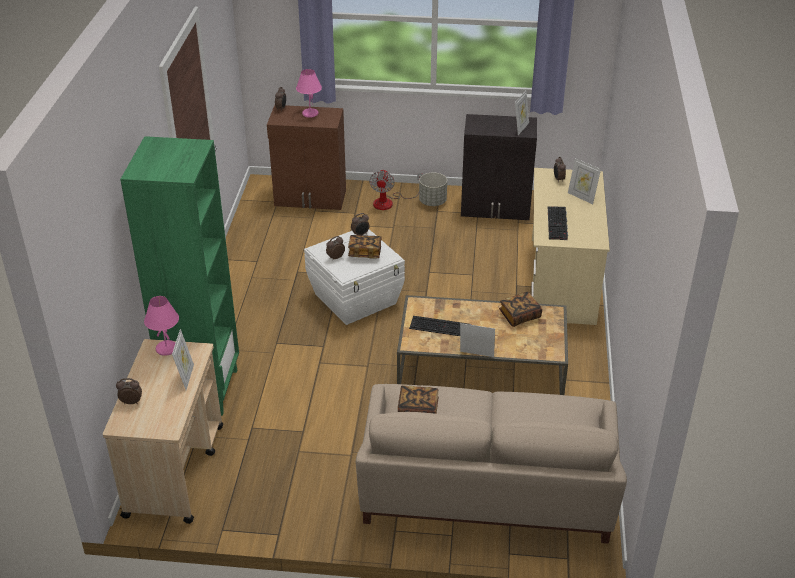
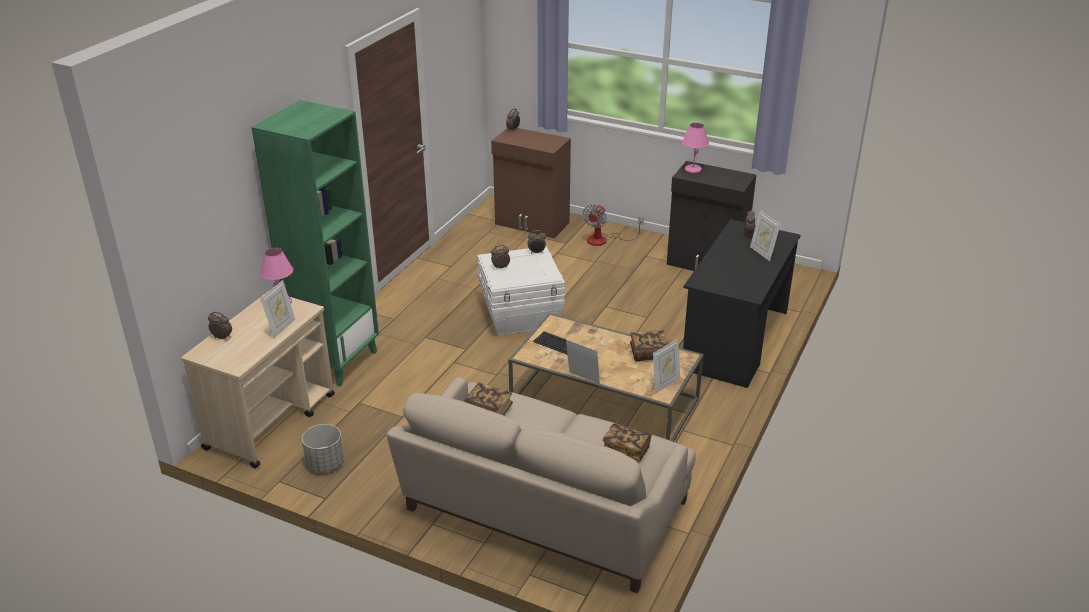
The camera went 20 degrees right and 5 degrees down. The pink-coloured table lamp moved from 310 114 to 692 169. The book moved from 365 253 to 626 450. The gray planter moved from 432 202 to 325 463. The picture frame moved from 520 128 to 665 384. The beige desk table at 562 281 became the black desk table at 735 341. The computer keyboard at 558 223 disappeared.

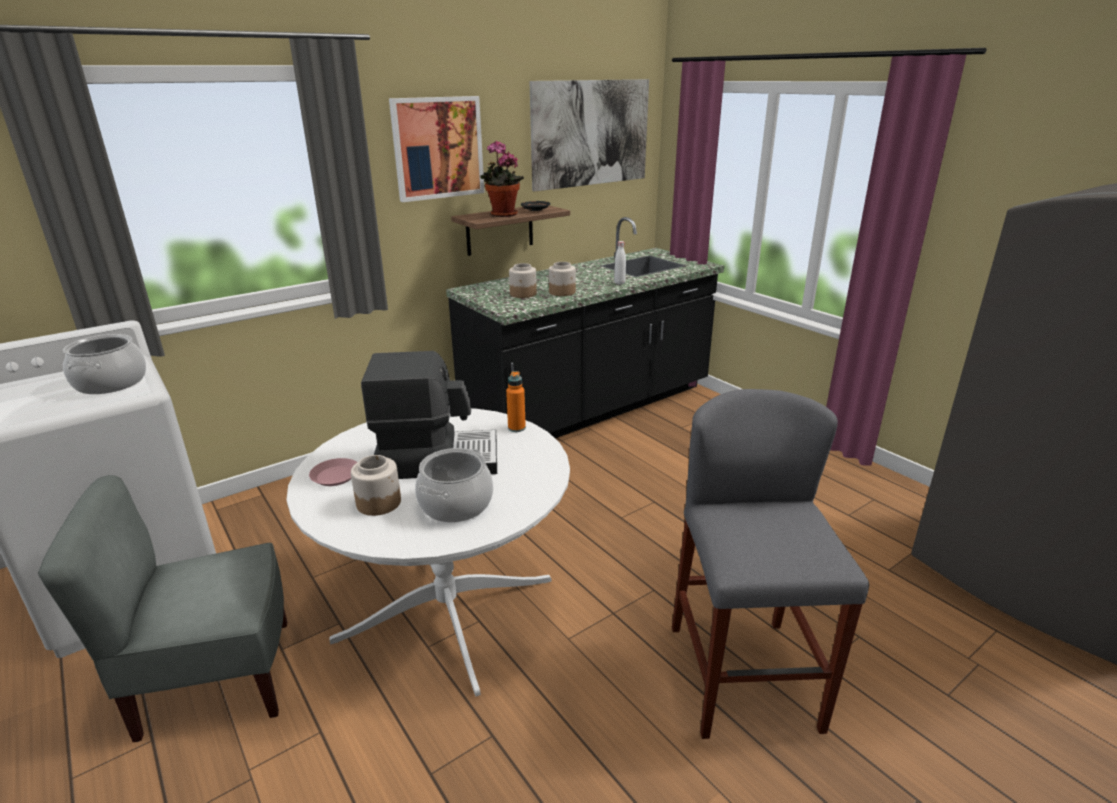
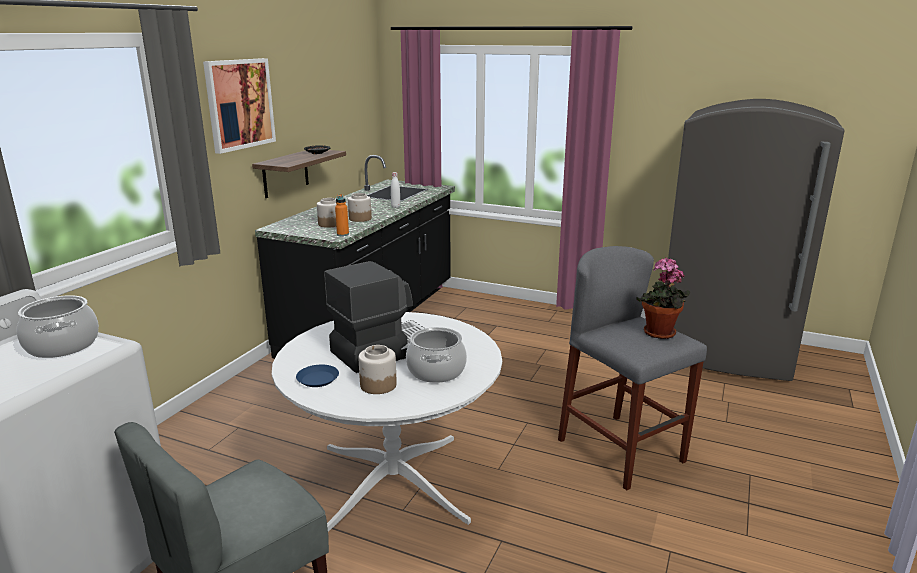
The camera went 30 degrees left and 5 degrees down. The pink-coloured dinner plate at 335 476 became the bluish dinner plate at 318 379. The potted plant moved from 502 215 to 659 334. The orange-coloured bottle moved from 516 428 to 343 234. The wall art at 591 133 disappeared.

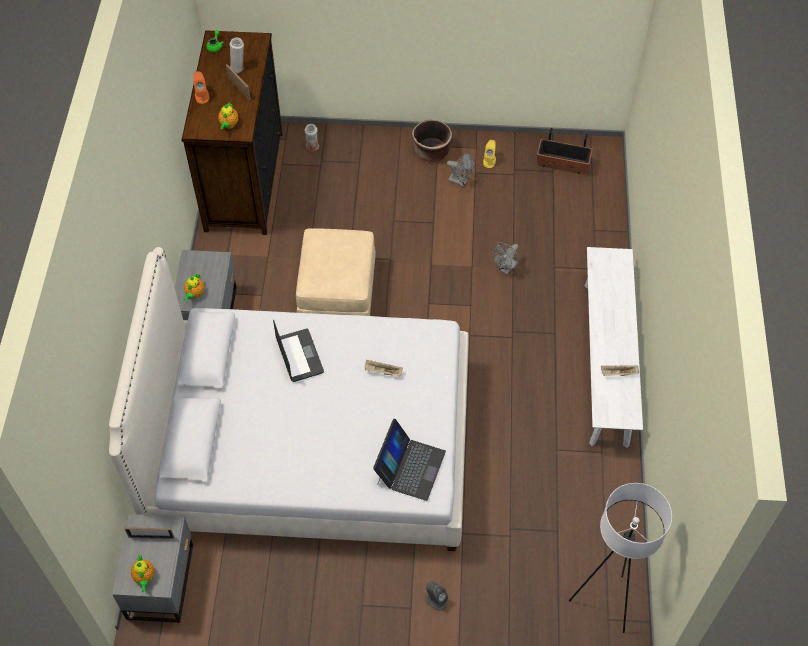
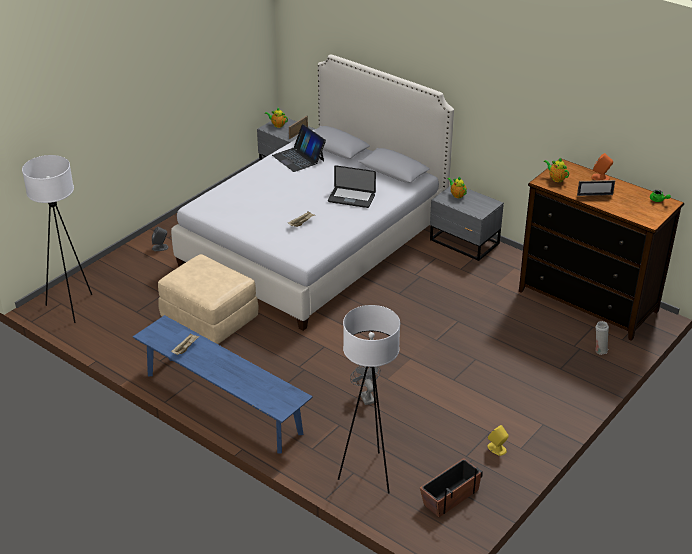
The camera went 125 degrees right and 20 degrees down. The white-coloured flower vase at 238 68 disappeared. The beige pouffe moved from 337 292 to 210 318. The portable computer moved from 410 467 to 298 158. The brown-coloured planter at 431 152 disappeared. The gray cooling fan at 460 181 disappeared. The white-coloured indoor bench at 606 362 became the bluish indoor bench at 222 403. The white-coloured standard lamp at 369 474 appeared.

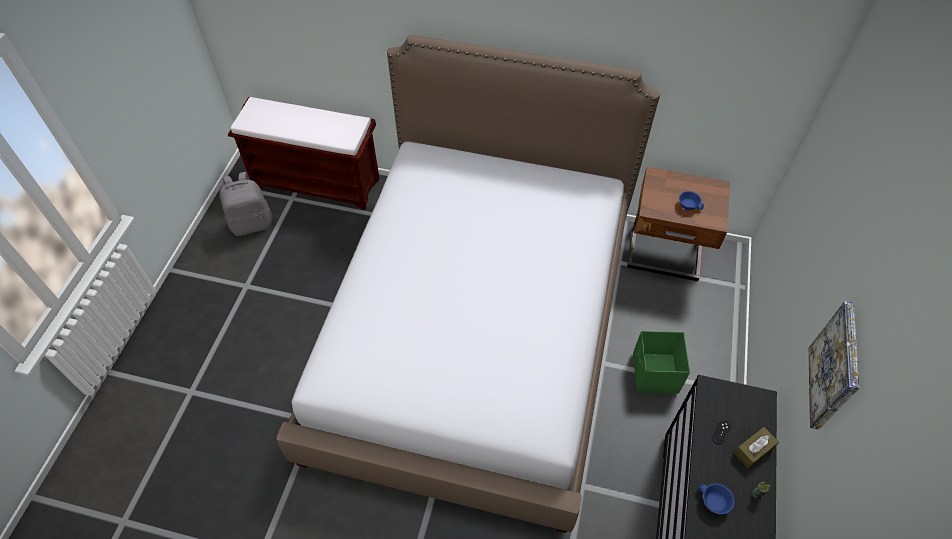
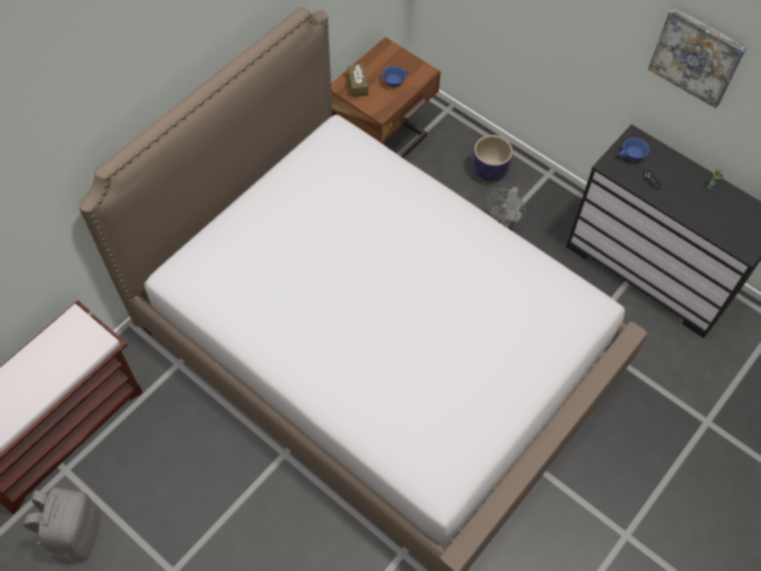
The camera went 65 degrees left and 5 degrees up. The green-coloured storage box at 654 374 was replaced by the gray cooling fan at 503 222. The bluish drinking cup moved from 713 502 to 633 155. The brown-coloured tissue holder moved from 753 450 to 358 85. The planter at 489 171 appeared.

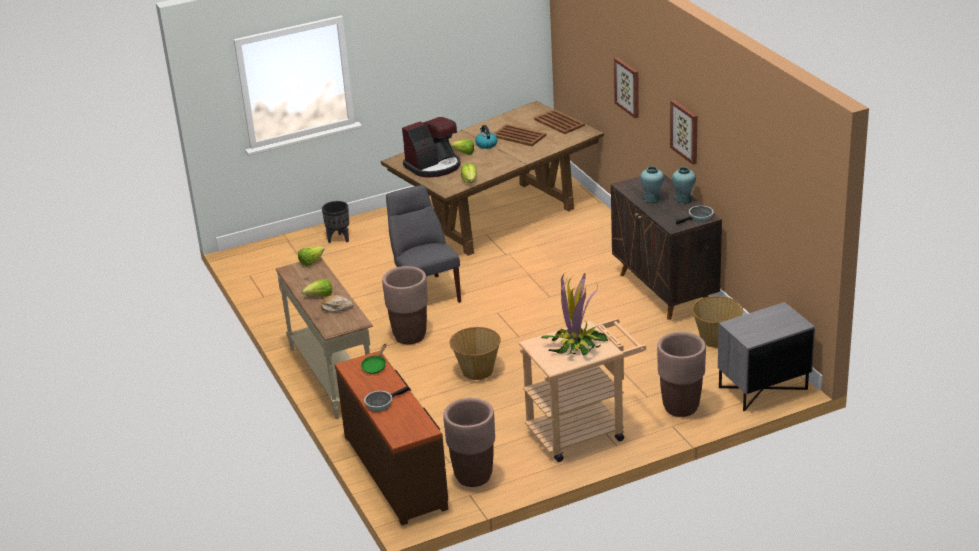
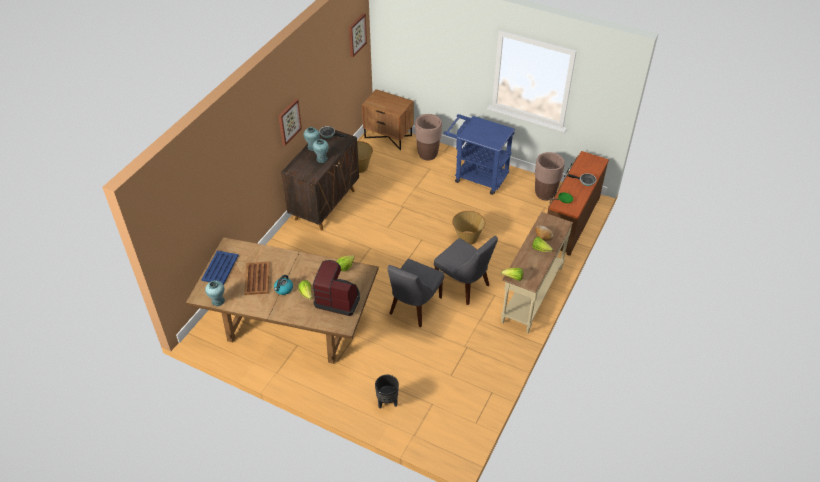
The camera went 130 degrees left and 15 degrees up. The brown-coloured planter at 409 336 was replaced by the gray chair at 463 285. The beige trolley at 583 431 became the bluish trolley at 476 176. The brown-coloured serving tray at 559 123 became the bluish serving tray at 220 267. The potted plant at 576 345 disappeared. The wall art moved from 628 87 to 356 34. The gray bedside table at 763 389 became the brown-coloured bedside table at 388 136. The turquoise-coloured flower vase at 218 301 appeared.

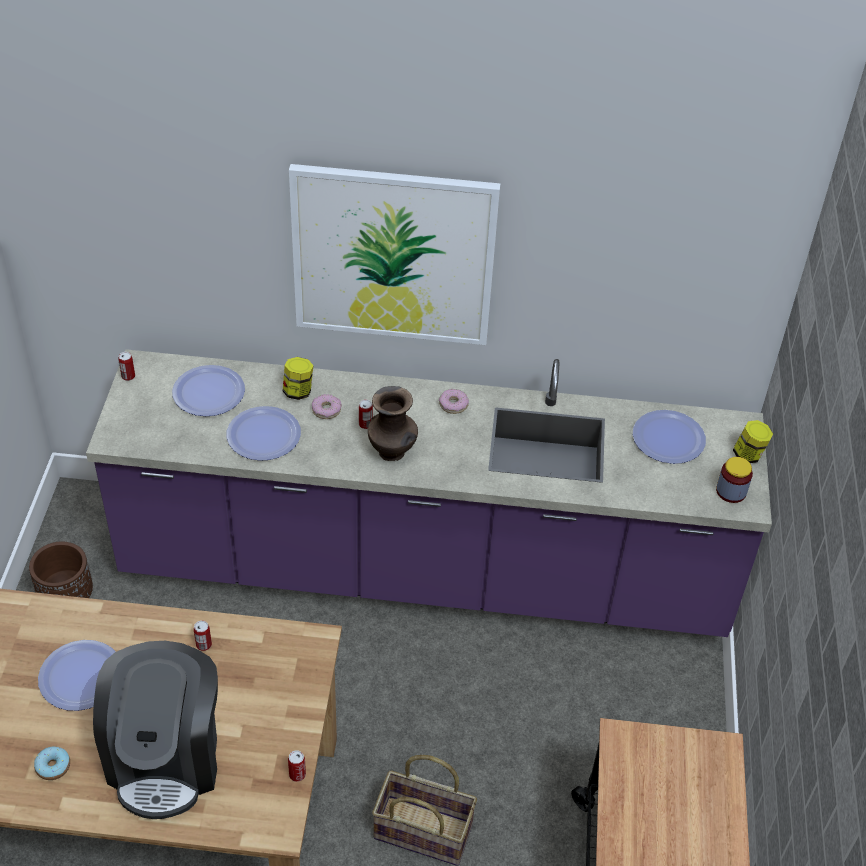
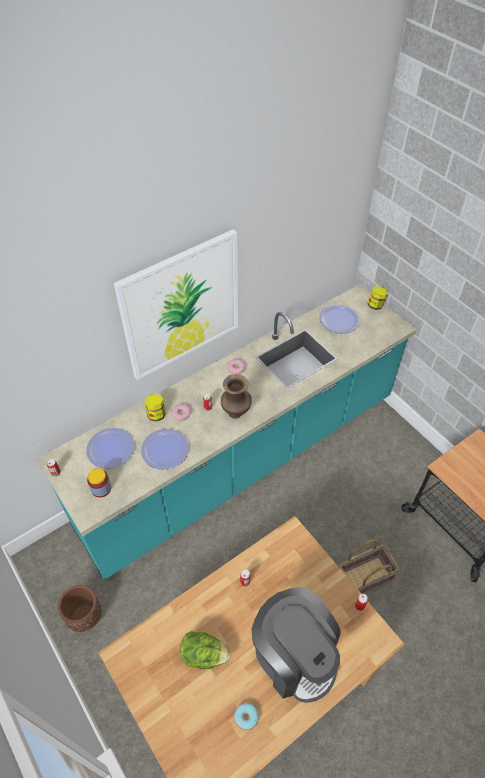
The camera went 40 degrees left and 5 degrees up. The dinner plate at 81 676 was replaced by the lettuce head at 204 655. The purple kitchen counter at 425 573 became the turquoise-coloured kitchen counter at 242 461. The storage jar moved from 731 491 to 101 488.

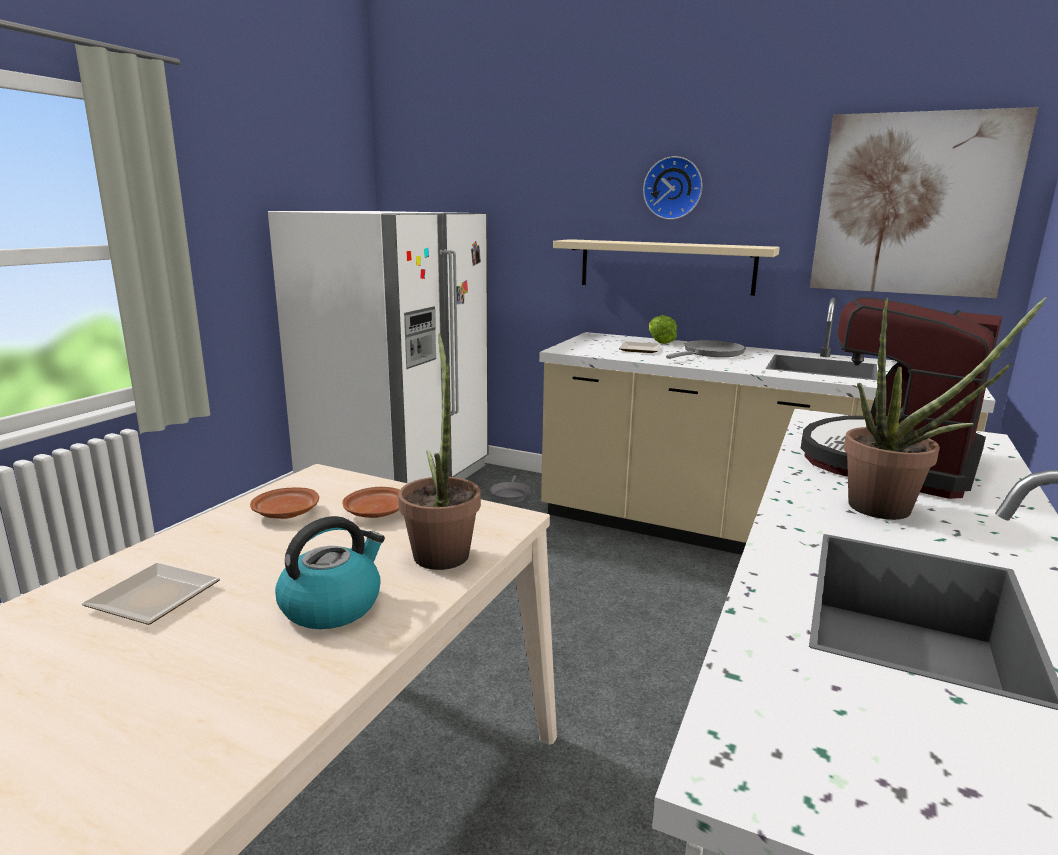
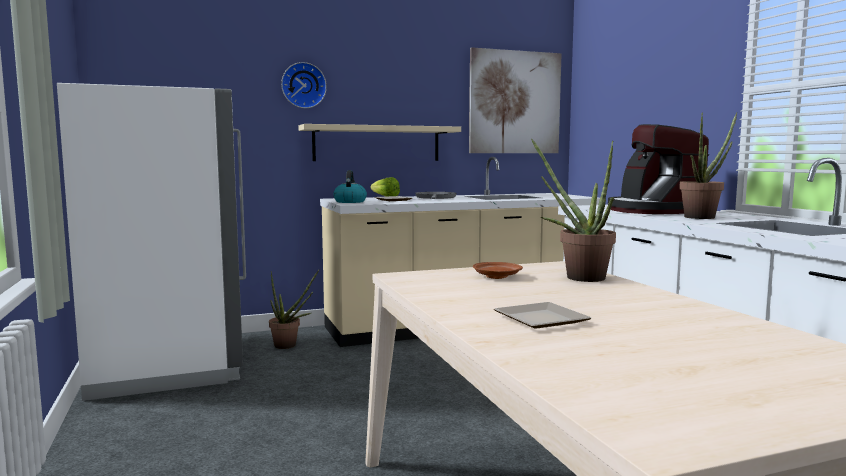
The camera went 45 degrees left and 10 degrees down. The brown-coloured dinner plate at 286 513 disappeared. The kettle moved from 332 605 to 350 202. The gray frying pan at 510 495 was replaced by the potted plant at 290 346. The clock on the wall moved from 673 188 to 303 85.

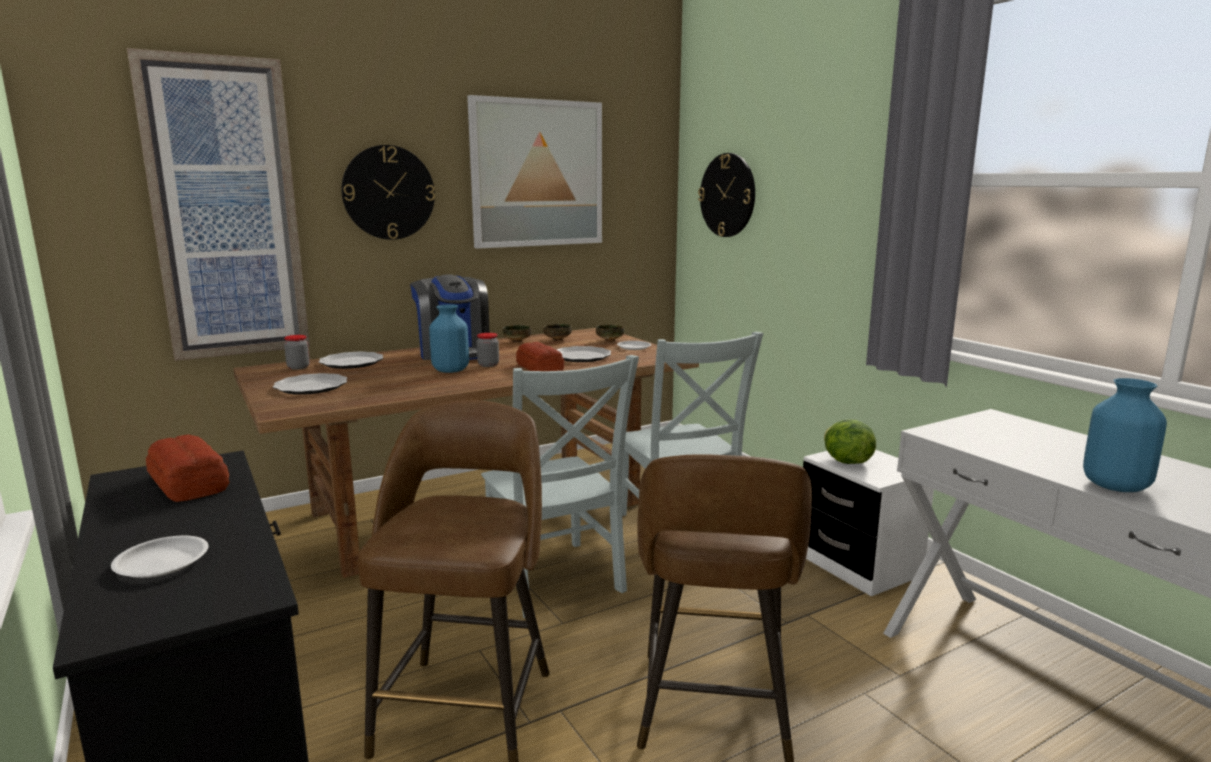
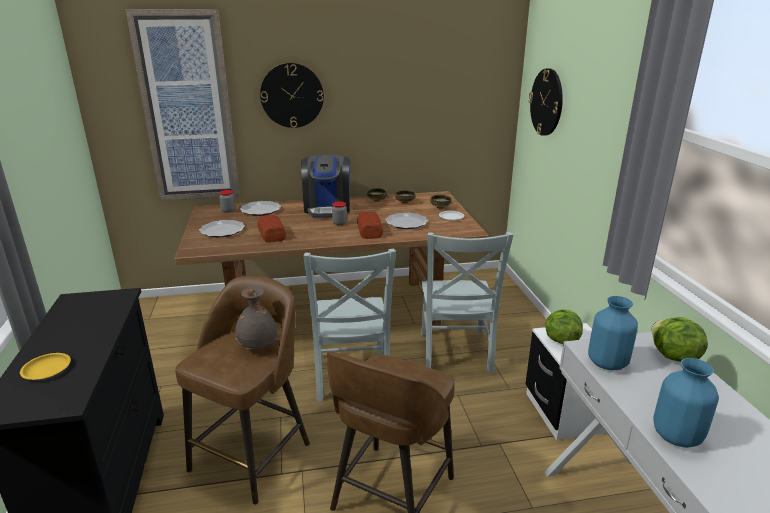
The camera went 20 degrees right and 10 degrees up. The white-coloured dinner plate at 162 562 became the yellow-coloured dinner plate at 46 369. The bread moved from 188 483 to 271 234. The bluish flower vase moved from 450 370 to 606 363. The wall art at 537 174 disappeared. The gray flower vase at 258 347 appeared. The lettuce head at 673 356 appeared.

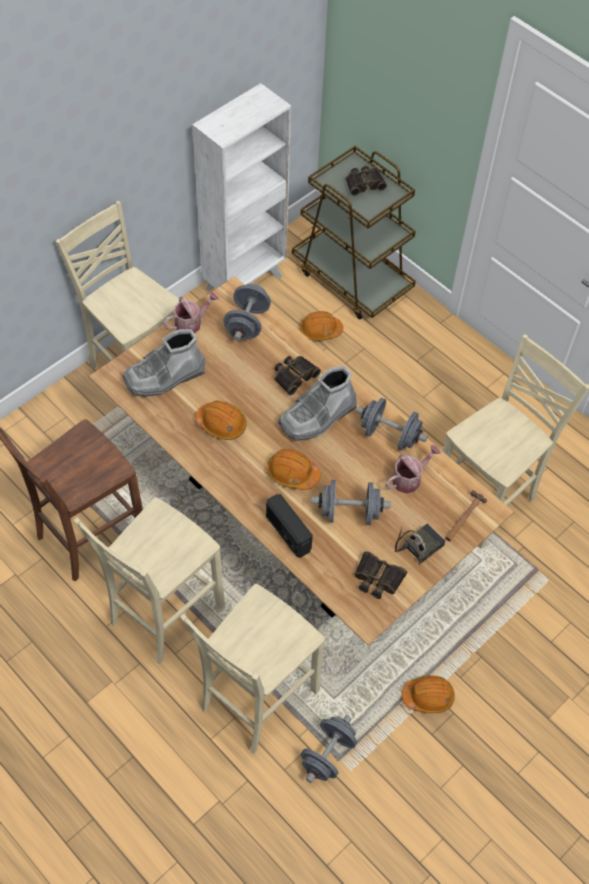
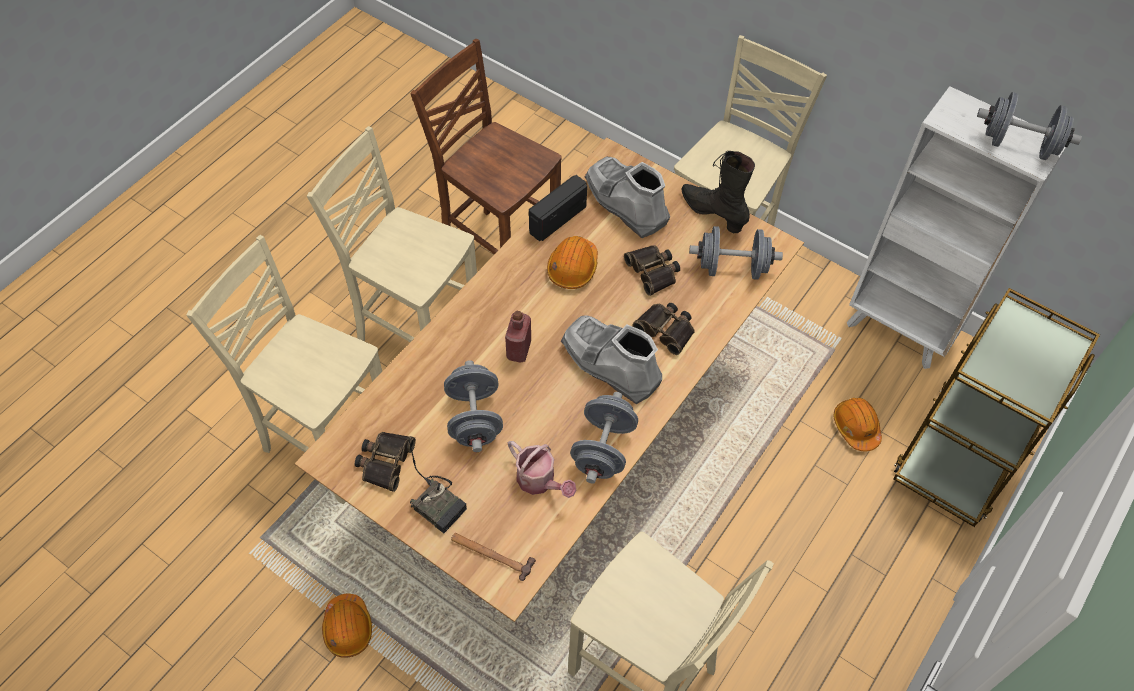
The camera went 80 degrees right and 0 degrees up. The sprinkling can at 191 323 was replaced by the black boot at 713 213. The radio set moved from 288 533 to 557 219. The orange-coloured hard hat at 292 474 was replaced by the red bottle at 519 350. The gray dumbbell moved from 327 755 to 1019 145. The field glasses moved from 364 183 to 653 271.

